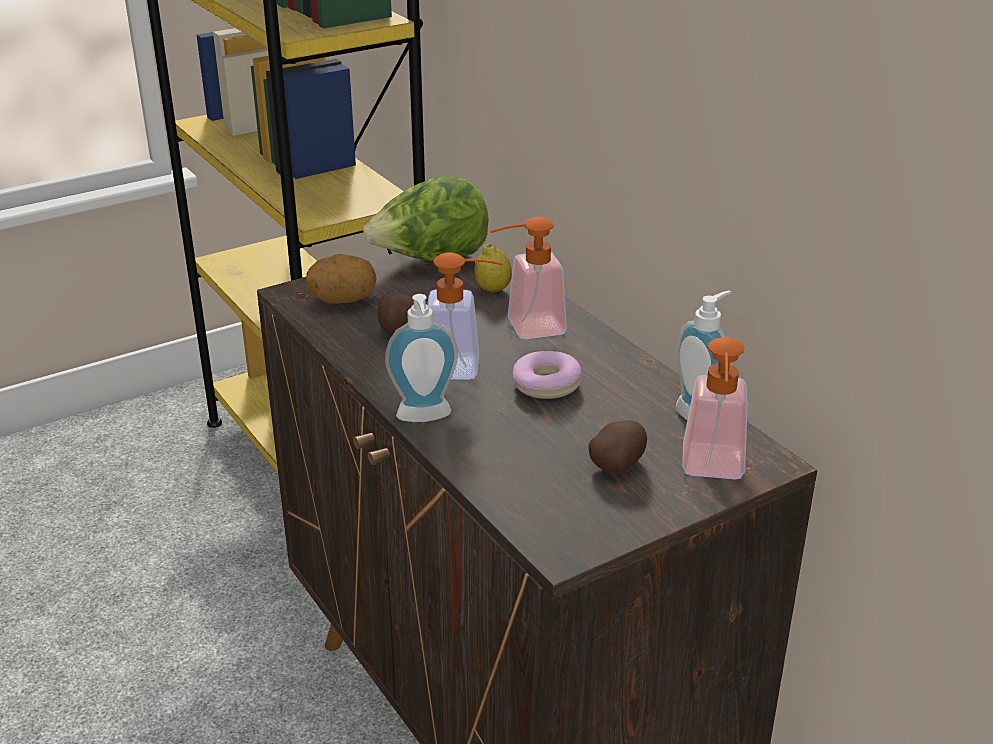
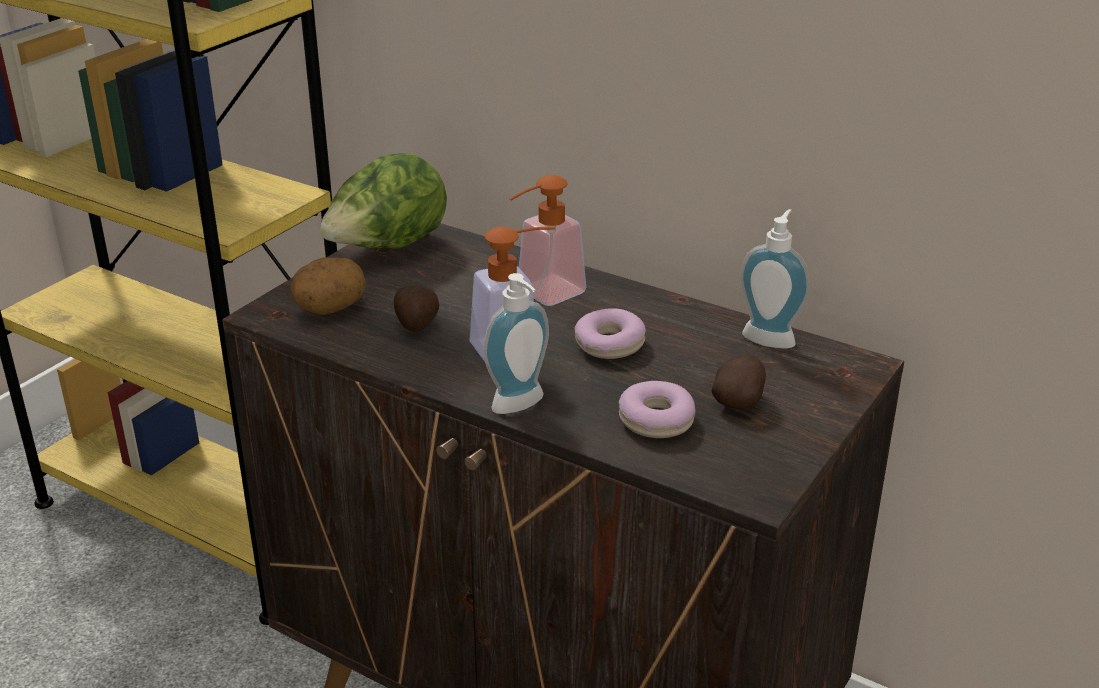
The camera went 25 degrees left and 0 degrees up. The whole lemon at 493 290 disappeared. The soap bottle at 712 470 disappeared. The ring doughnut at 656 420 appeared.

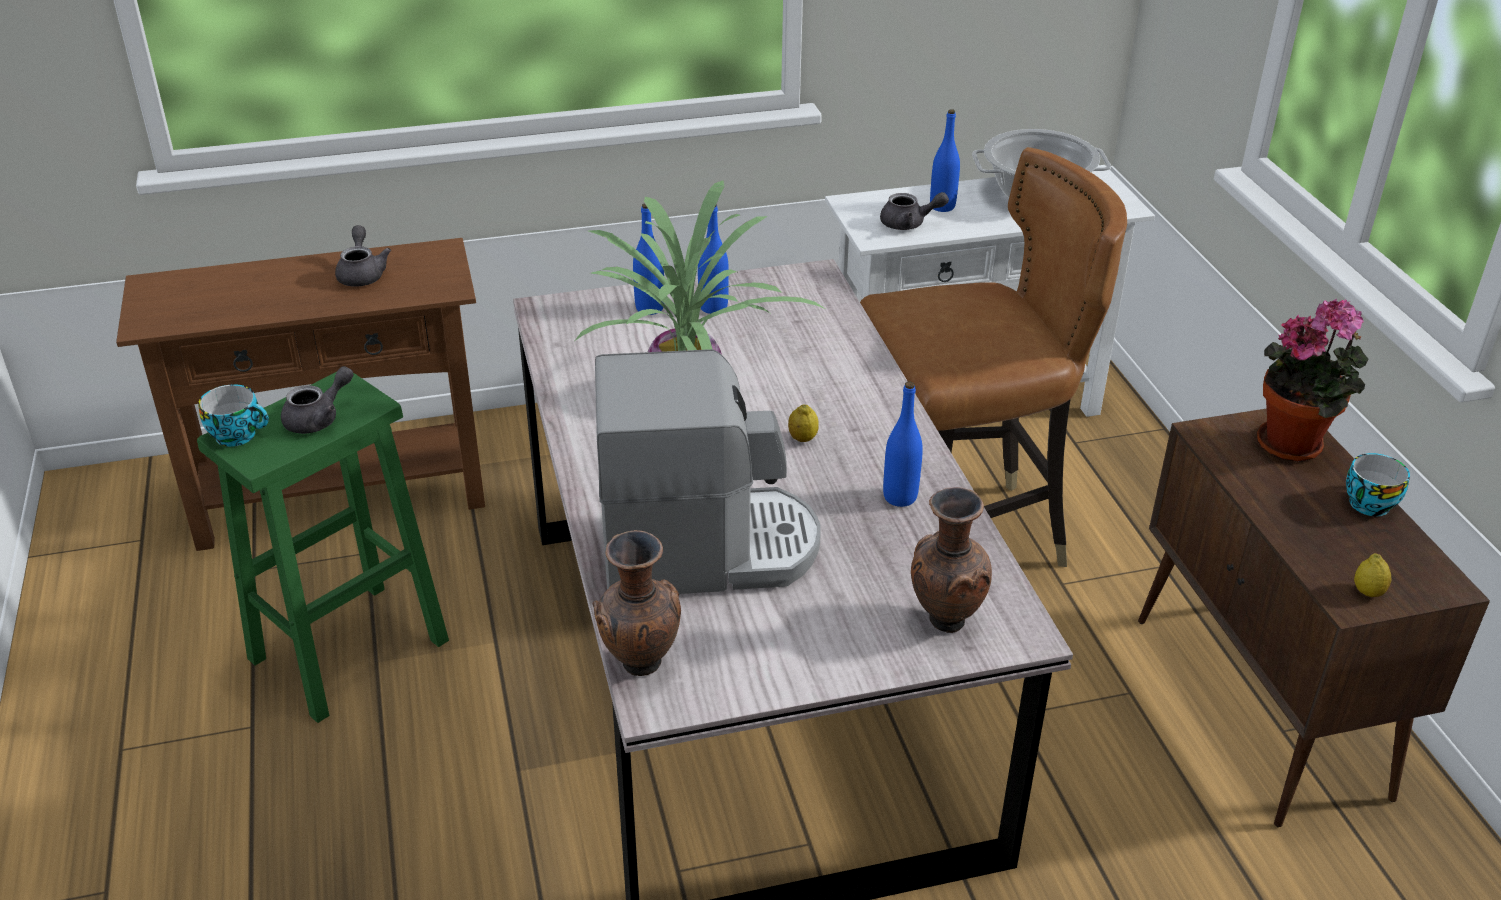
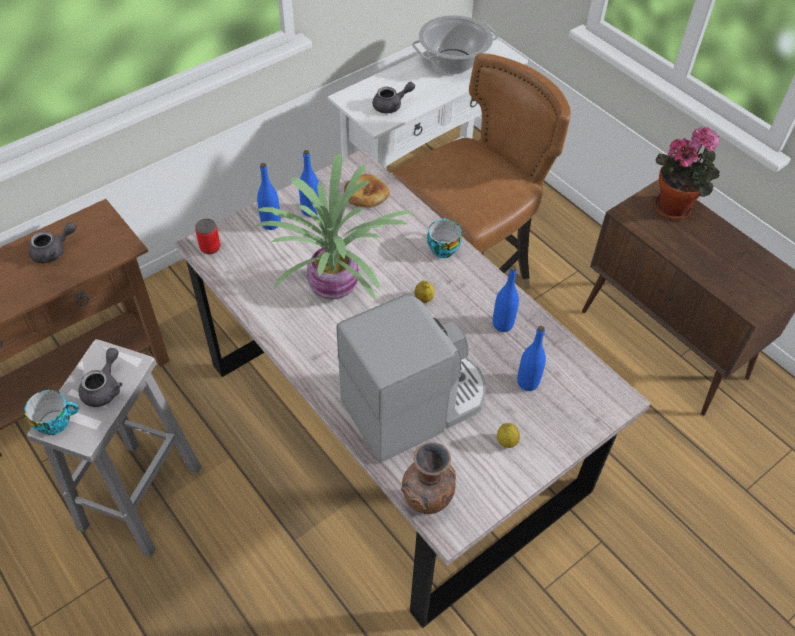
The camera went 25 degrees left and 15 degrees up. The green-coloured stool at 351 648 became the white-coloured stool at 141 495. The gray tea pot at 362 274 turned 90 degrees clockwise. The brown-coloured flower vase at 944 620 disappeared. The bluish bottle moved from 942 206 to 527 382. The drinking cup moved from 1368 502 to 442 248. The whole lemon moved from 1368 592 to 506 442. The can at 210 247 appeared. The bread at 365 194 appeared.

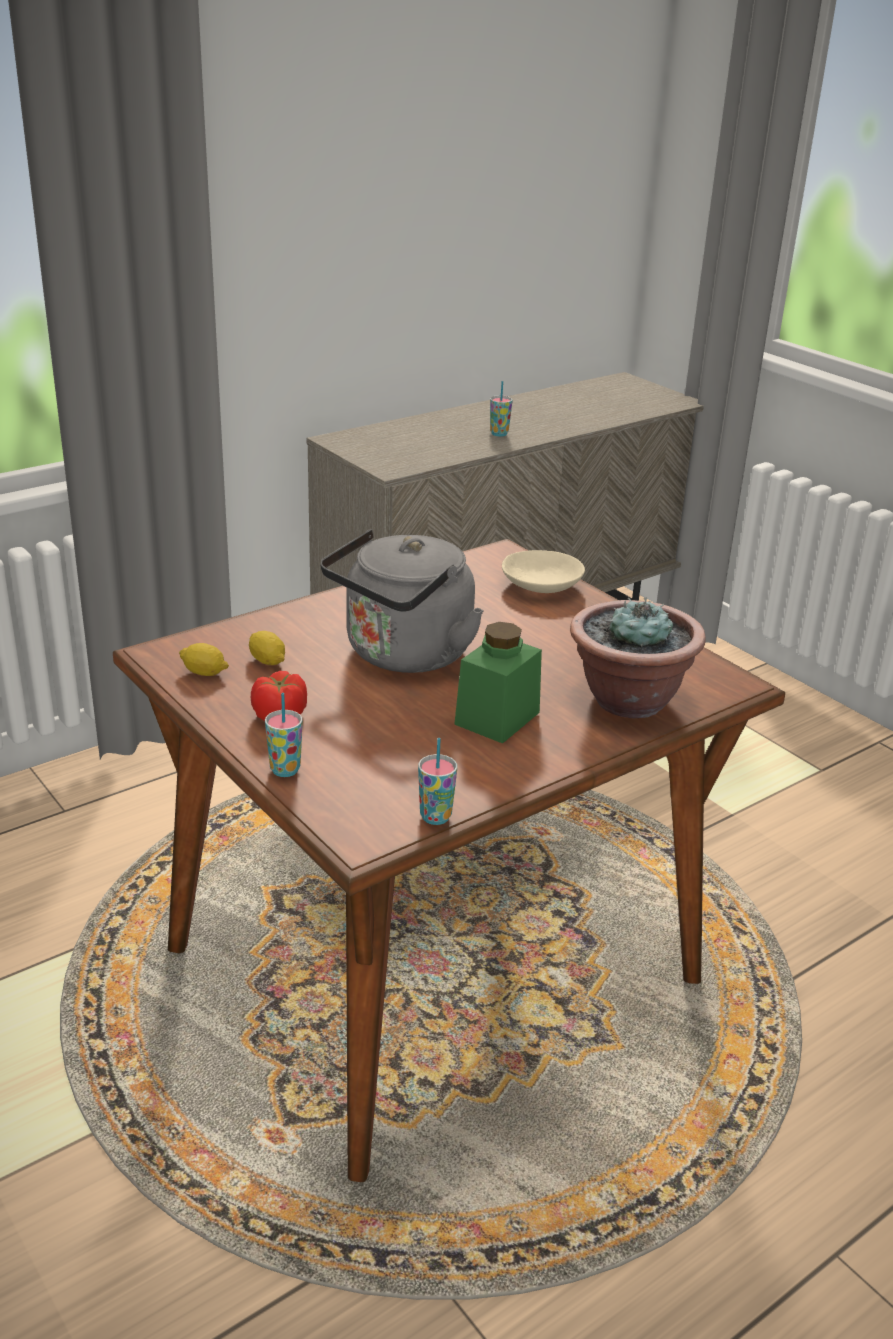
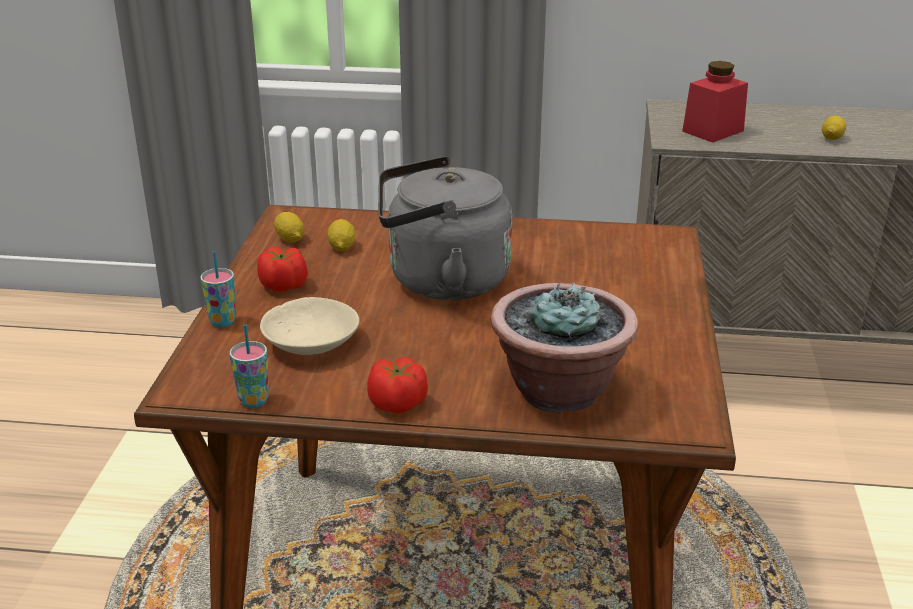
The camera went 45 degrees right and 0 degrees up. The green-coloured storage jar at 497 718 disappeared. The drinking cup at 499 434 was replaced by the whole lemon at 831 138. The beige serving bowl moved from 540 585 to 311 342. The fresh tomato at 398 404 appeared. The red storage jar at 713 131 appeared.

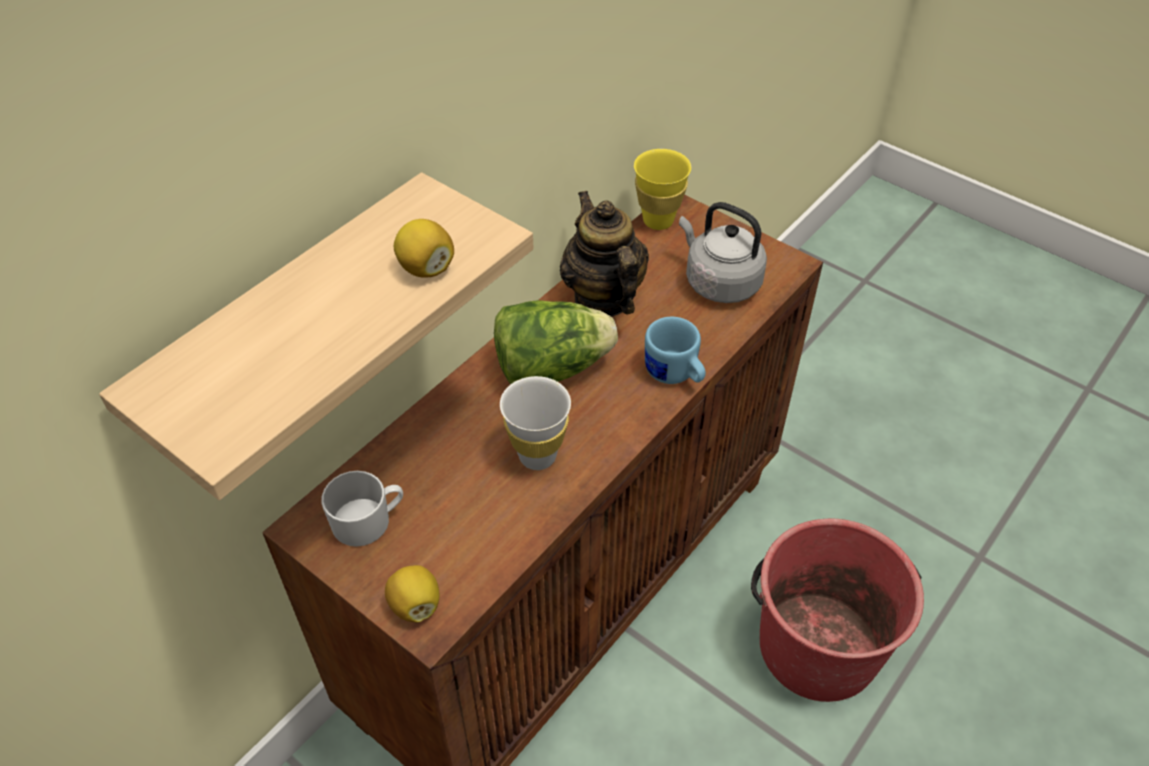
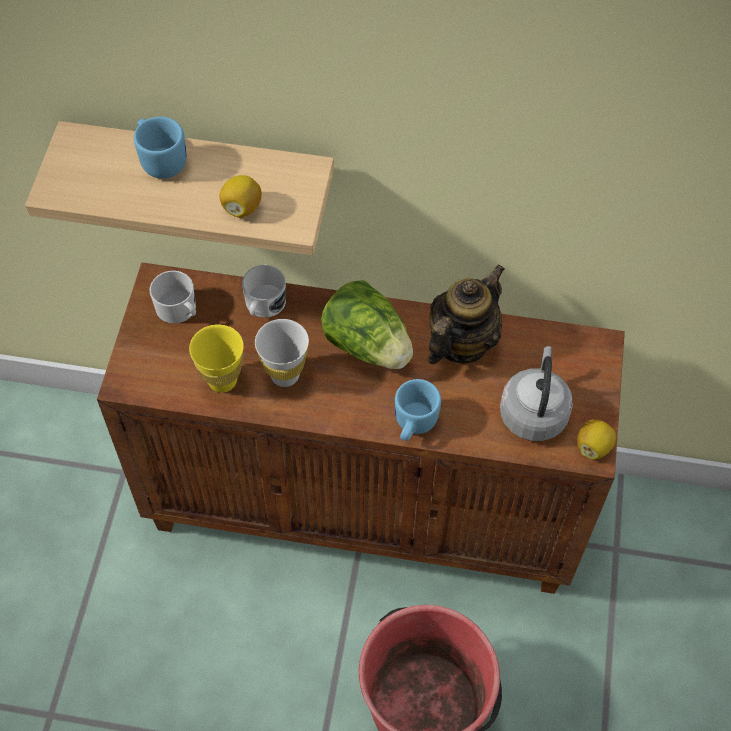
The camera went 60 degrees right and 10 degrees up. The whole lemon moved from 415 605 to 593 447. The yellow-coloured drinking cup moved from 658 220 to 222 380. The bluish coffee mug at 161 159 appeared. The white-coloured coffee mug at 263 305 appeared.

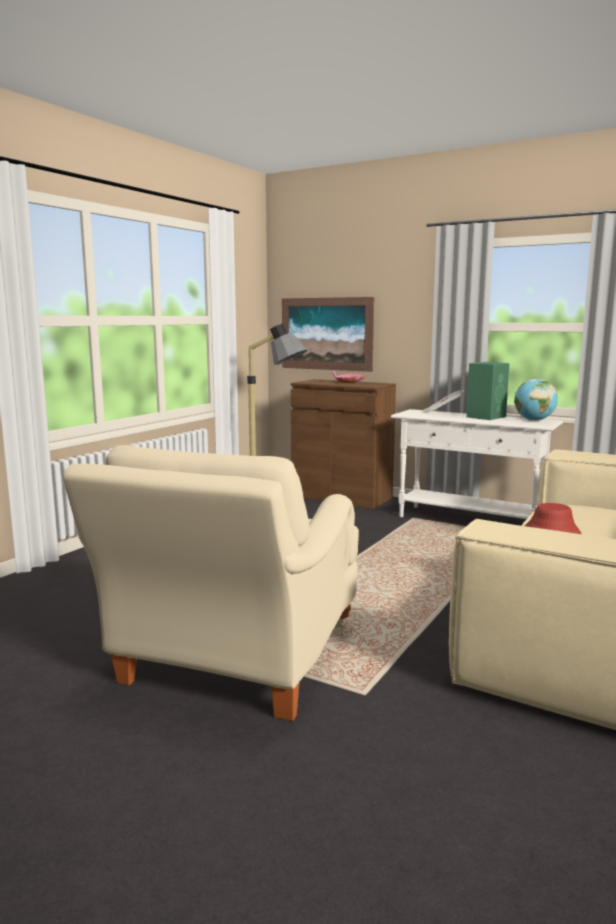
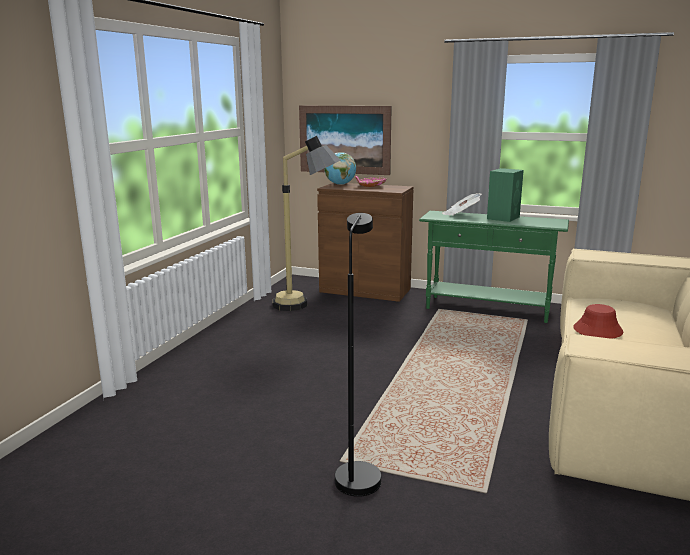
The camera went 10 degrees left and 5 degrees up. The beige lounge chair at 233 662 was replaced by the black standard lamp at 357 473. The white-coloured narrow table at 469 521 became the green-coloured narrow table at 488 309. The world globe moved from 534 420 to 340 184.

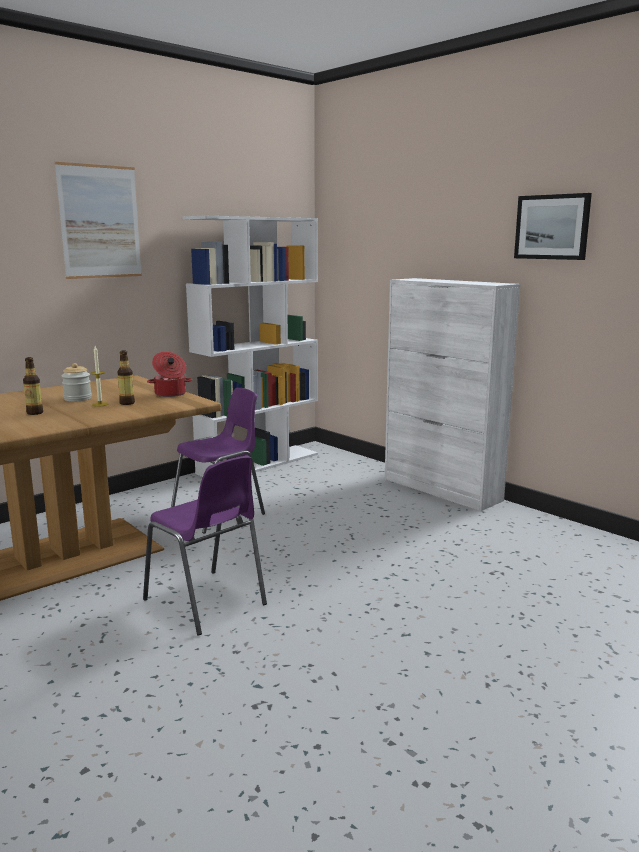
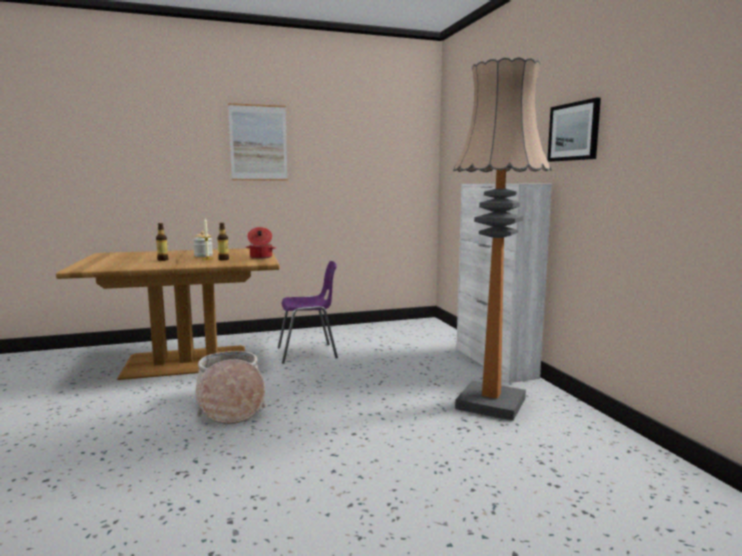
The camera went 25 degrees right and 5 degrees down. The purple chair at 207 603 was replaced by the storage basket at 230 405. The white-coloured bookshelf at 259 463 disappeared. The standard lamp at 491 403 appeared.

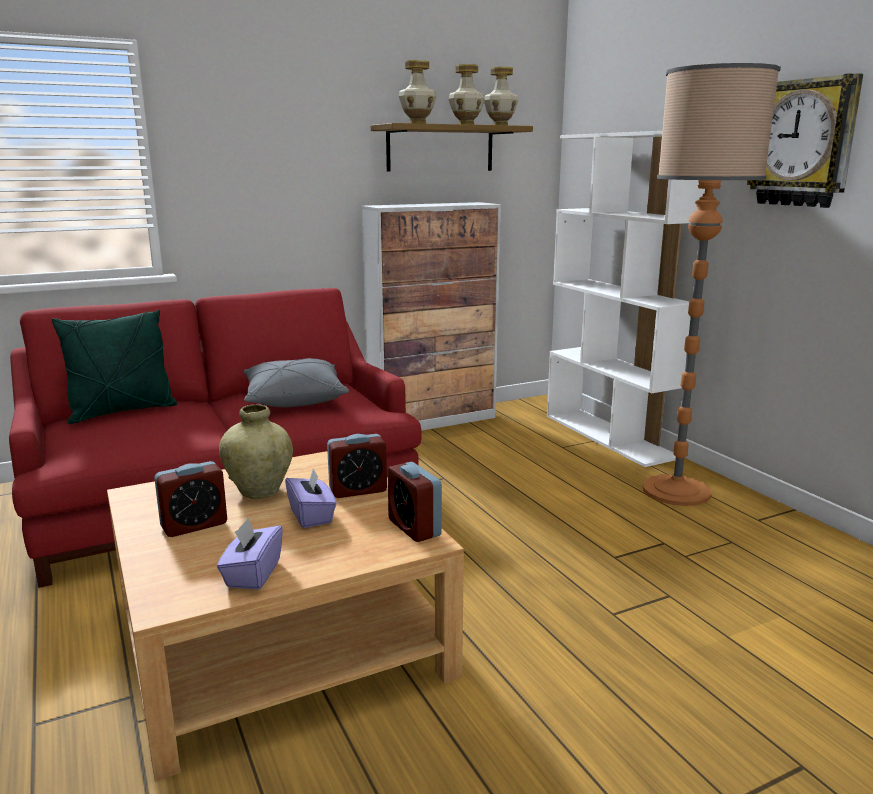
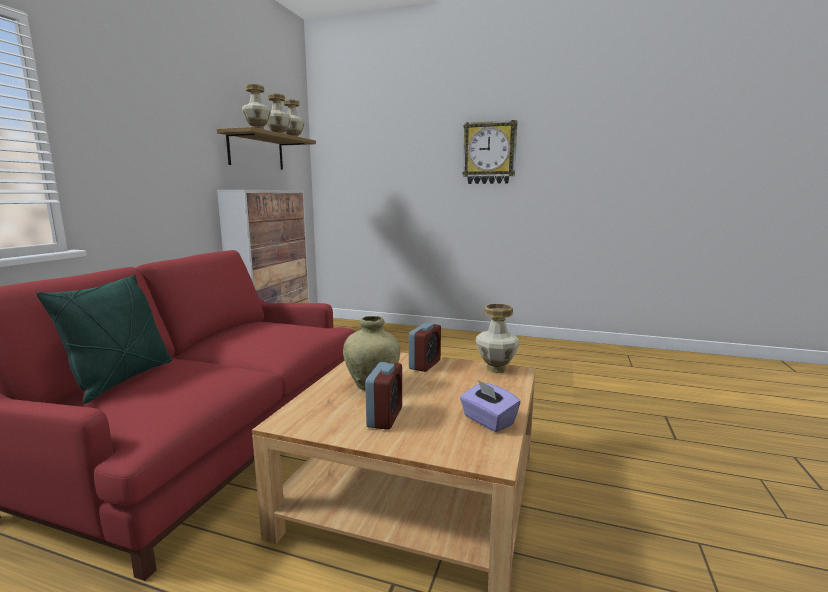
The camera went 45 degrees left and 5 degrees down. The gray cushion at 294 399 disappeared. The purple tissue holder at 312 516 disappeared. The table clock at 414 528 was replaced by the flower vase at 496 369. The white-coloured bookshelf at 610 436 disappeared. The standard lamp at 676 491 disappeared.

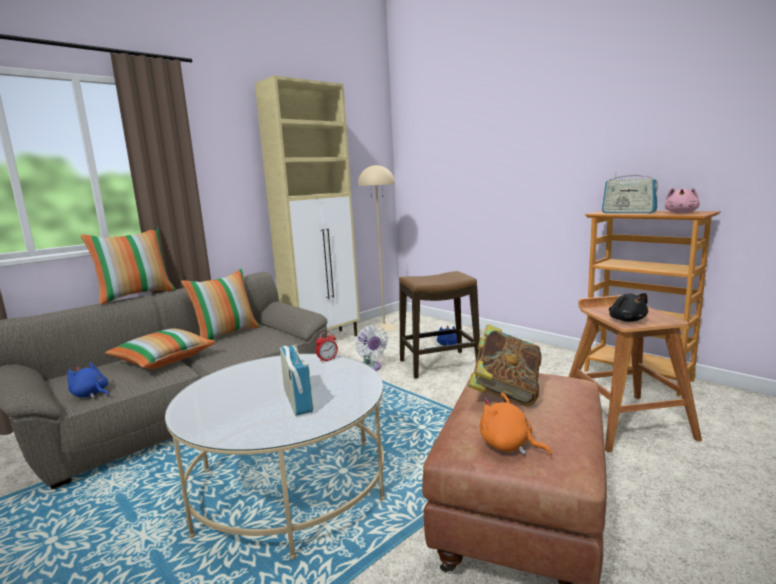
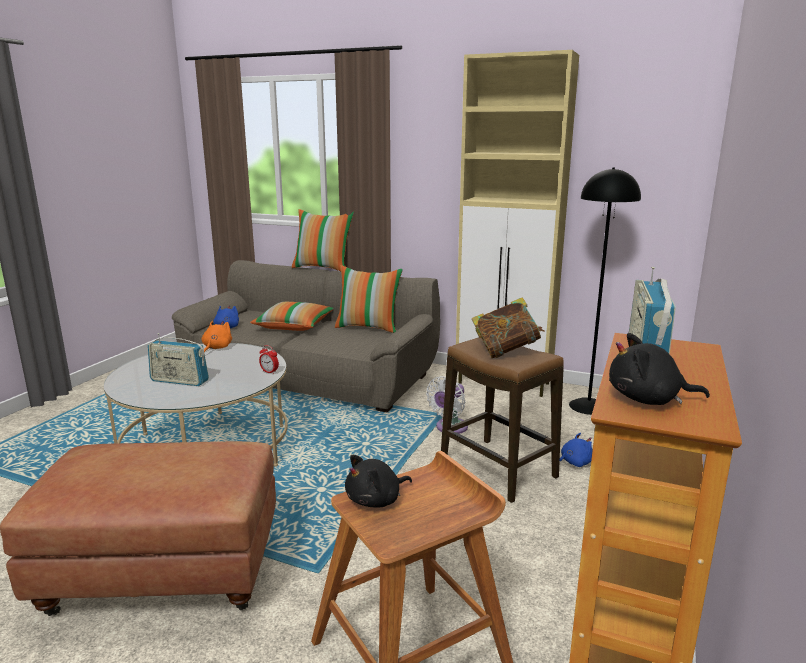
The camera went 65 degrees right and 5 degrees up. The radio set at 297 400 turned 60 degrees clockwise. The beige standard lamp at 384 328 became the black standard lamp at 589 406. The book moved from 505 393 to 506 351. The orange-coloured soft toy moved from 508 445 to 216 348. The pink-coloured soft toy at 681 213 became the black soft toy at 648 399.

